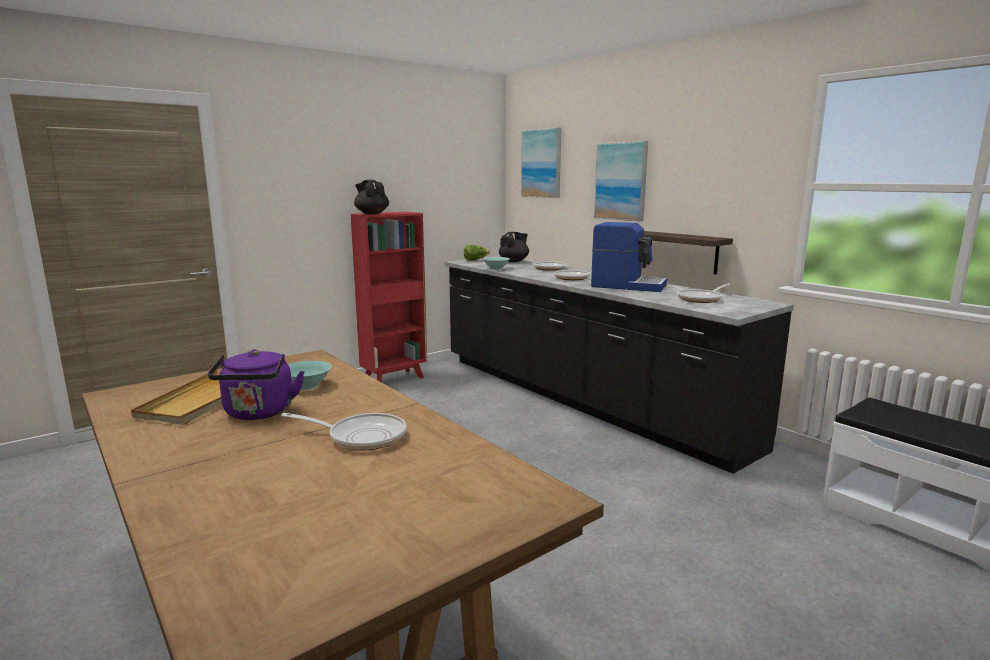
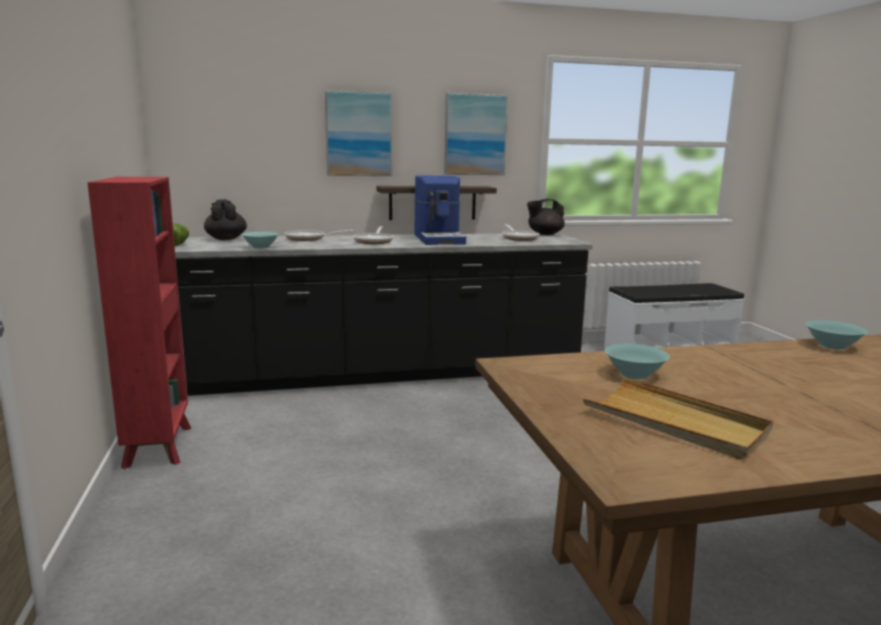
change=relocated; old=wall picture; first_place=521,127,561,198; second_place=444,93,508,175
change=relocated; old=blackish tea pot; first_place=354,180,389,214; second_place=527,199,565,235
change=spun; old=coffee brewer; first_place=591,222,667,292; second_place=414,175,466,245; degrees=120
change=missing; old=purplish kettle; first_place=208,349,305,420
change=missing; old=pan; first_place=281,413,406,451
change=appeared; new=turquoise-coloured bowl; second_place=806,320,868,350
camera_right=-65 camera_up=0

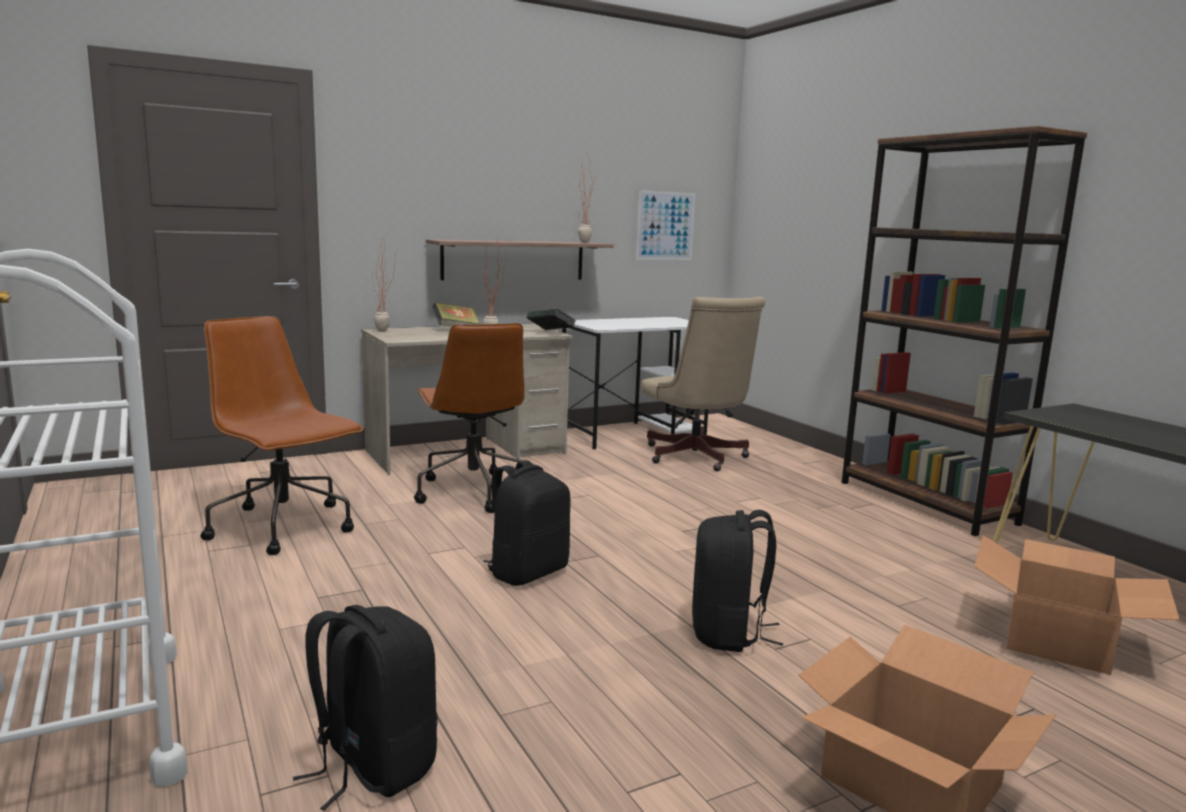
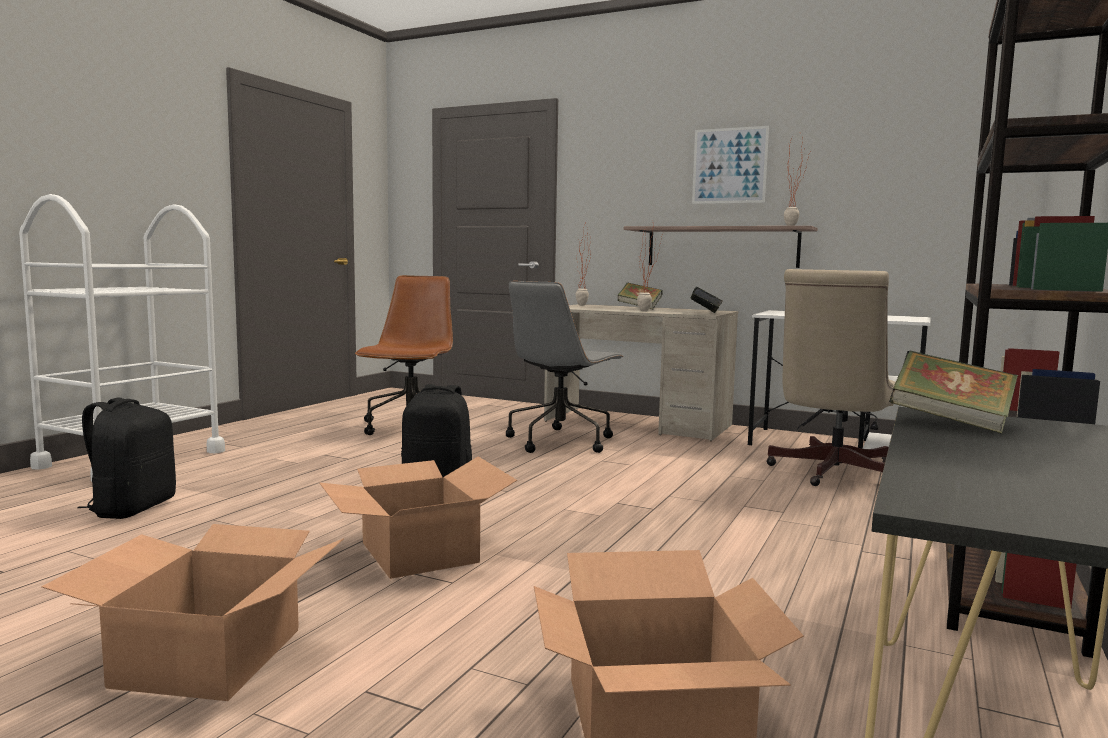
change=relocated; old=wall picture; first_place=636,190,695,260; second_place=692,126,769,204
change=colour; old=brown desk chair; new=gray desk chair; first_place=414,323,534,513; second_place=506,281,623,453
change=exchanged; old=blackish knapsack; new=carton; first_place=692,510,783,652; second_place=319,456,517,579
change=appeared; new=bound book; second_place=889,351,1018,434
camera_right=55 camera_up=-5

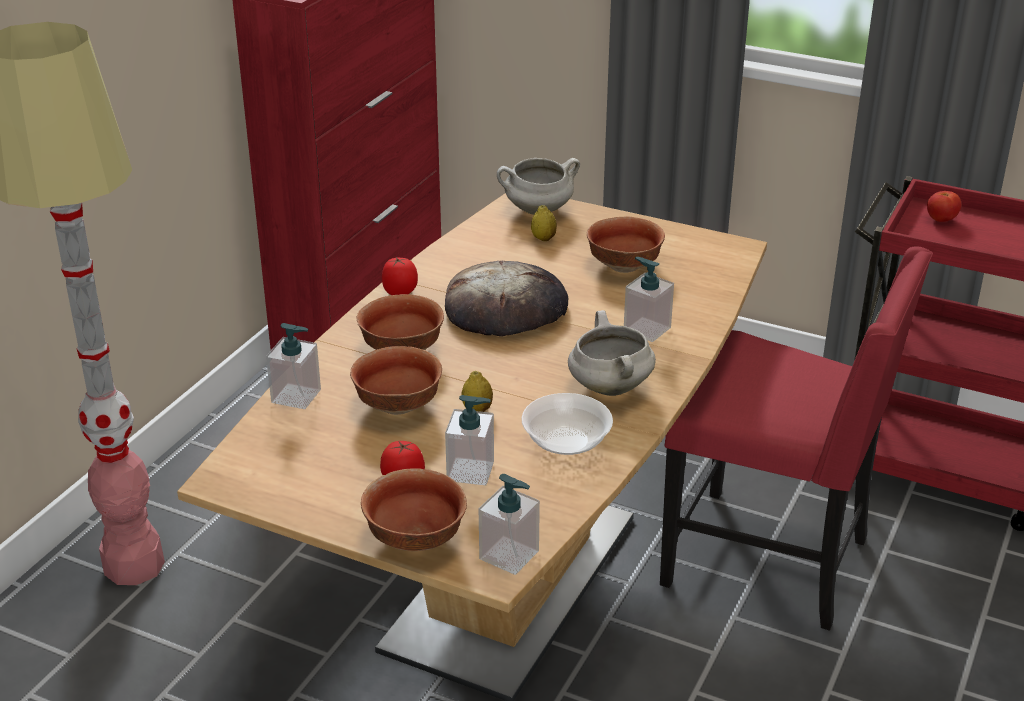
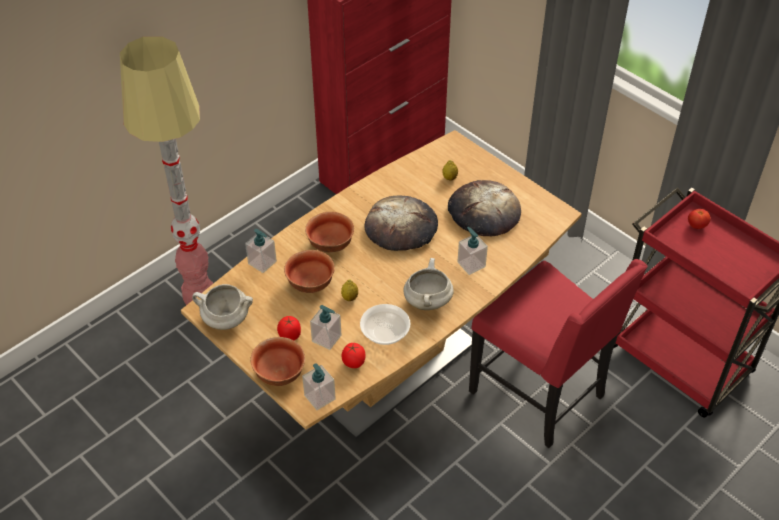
change=relocated; old=whitish saucepot; first_place=497,158,580,215; second_place=192,284,253,330
change=exchanged; old=bowl; new=bakery bread; first_place=587,217,665,273; second_place=448,180,521,236
change=relocated; old=fresh tomato; first_place=382,257,418,295; second_place=342,343,366,368
camera_right=20 camera_up=15

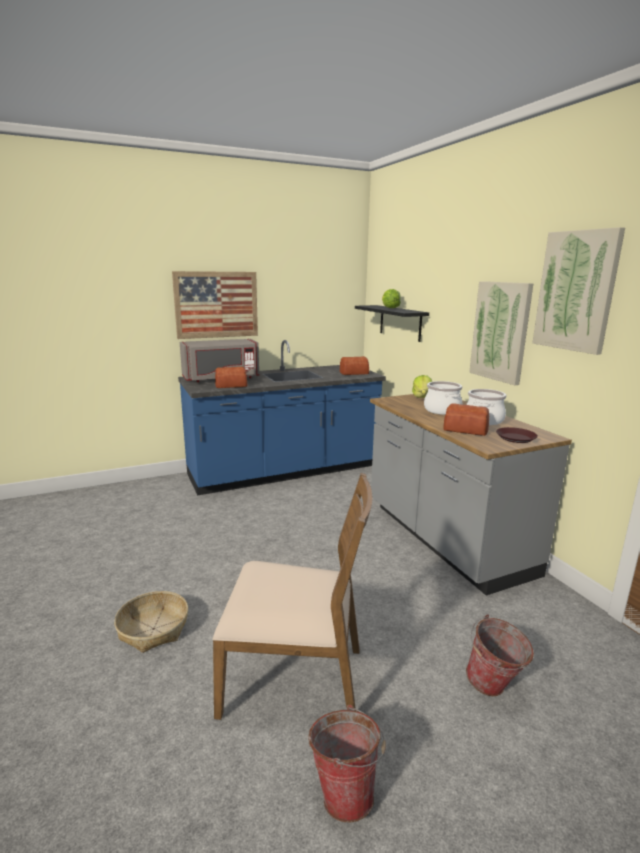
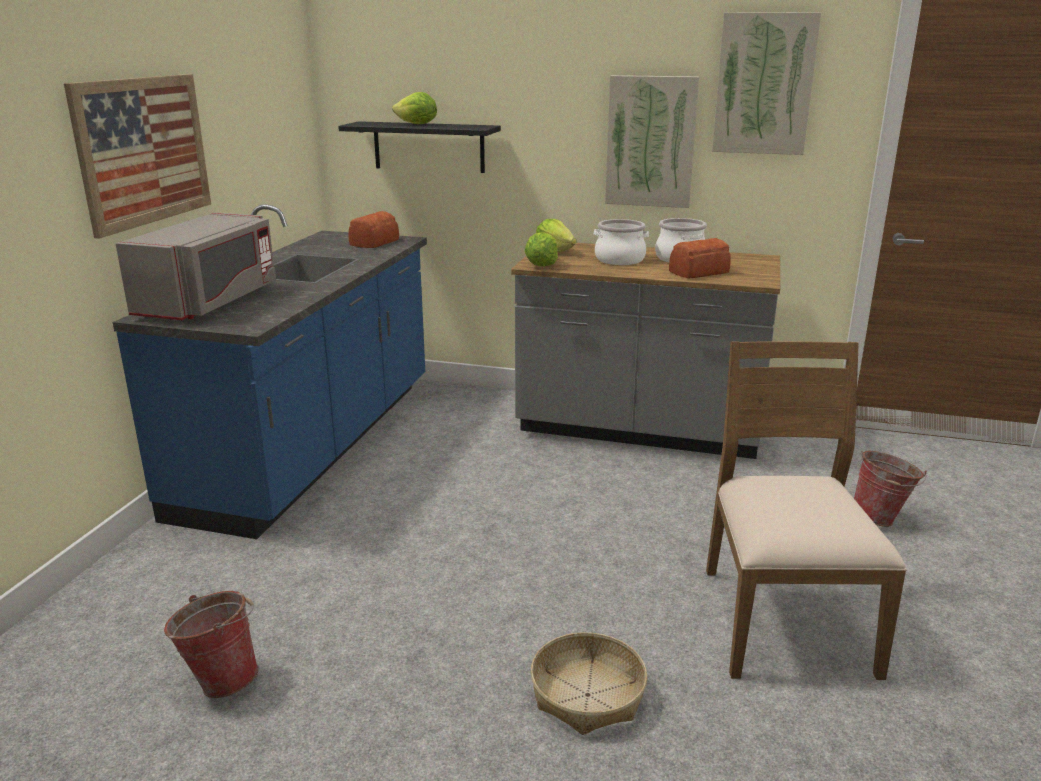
change=missing; old=bakery bread; first_place=215,366,248,388
change=missing; old=brown dinner plate; first_place=496,427,538,443
change=spun; old=brown plain chair; first_place=213,473,373,720; second_place=706,341,907,680; degrees=-45
change=relocated; old=pail; first_place=308,705,386,822; second_place=164,591,259,698
change=appeared; new=lettuce; second_place=525,232,558,266
camera_right=-50 camera_up=5

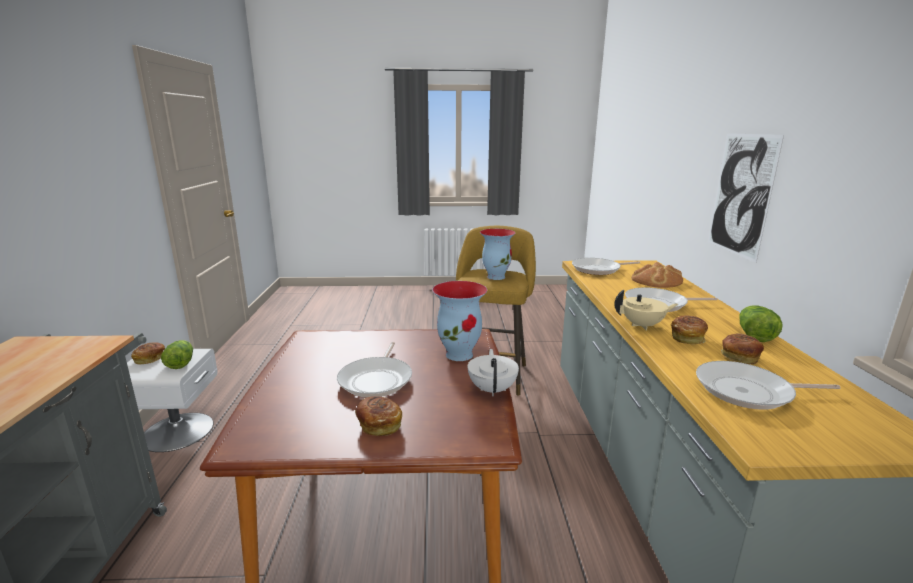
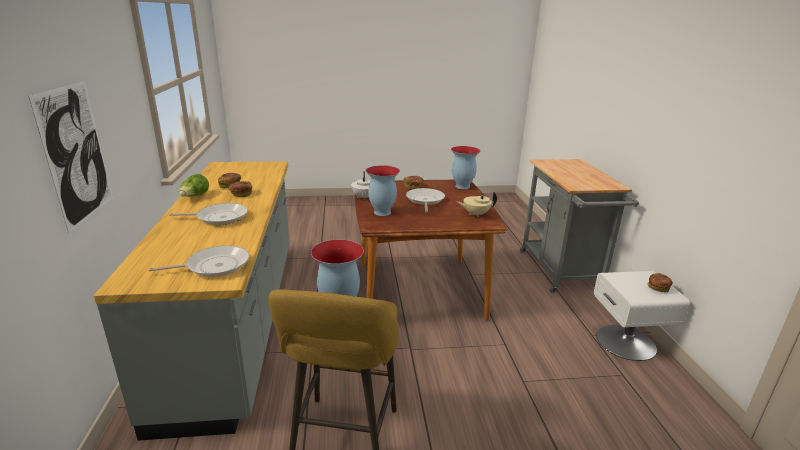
change=missing; old=bakery bread; first_place=632,262,683,288
change=relocated; old=sand-coloured tea pot; first_place=614,290,678,330; second_place=456,192,497,217
change=missing; old=lettuce; first_place=161,340,193,369
change=missing; old=pan; first_place=696,361,840,410
change=appeared; new=flower vase; second_place=451,146,481,189
camera_right=175 camera_up=5

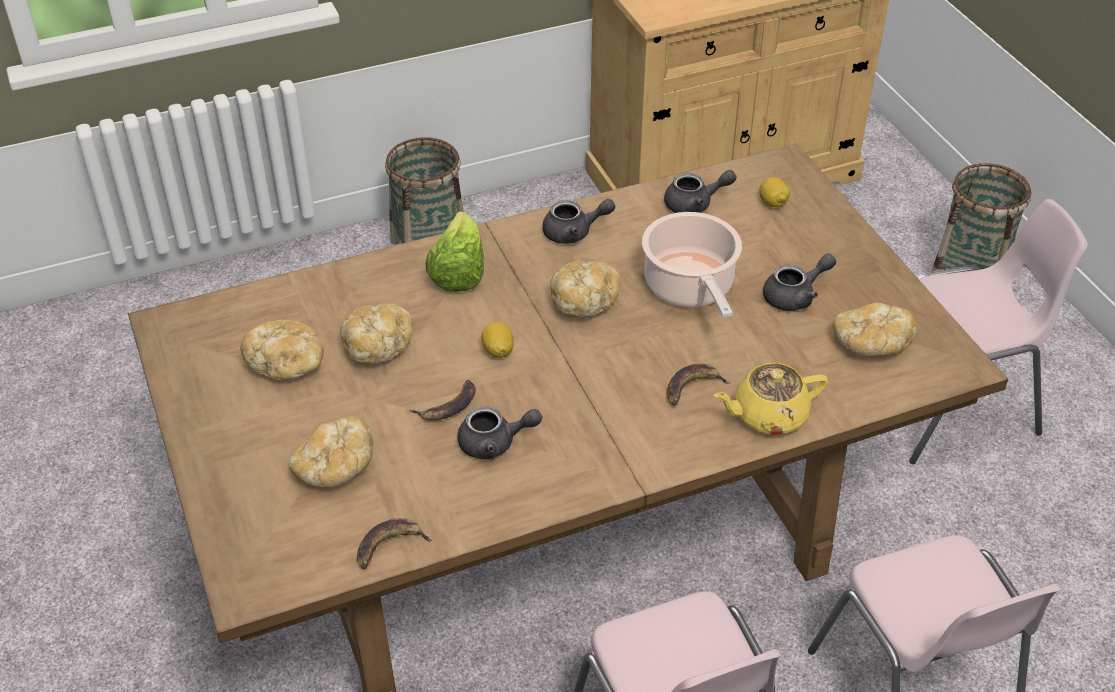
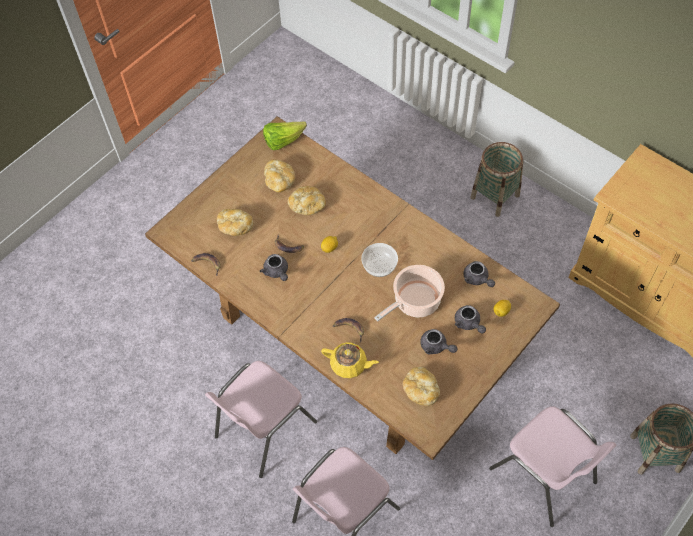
change=relocated; old=gray tea pot; first_place=542,199,616,244; second_place=455,305,486,334
change=relocated; old=lettuce; first_place=425,212,484,292; second_place=263,121,307,150
change=exchanged; old=bakery bread; new=bowl; first_place=550,261,620,318; second_place=361,243,398,277
change=spun; old=yellow tea pot; first_place=713,363,828,435; second_place=321,342,379,378; degrees=150
camera_right=65 camera_up=15

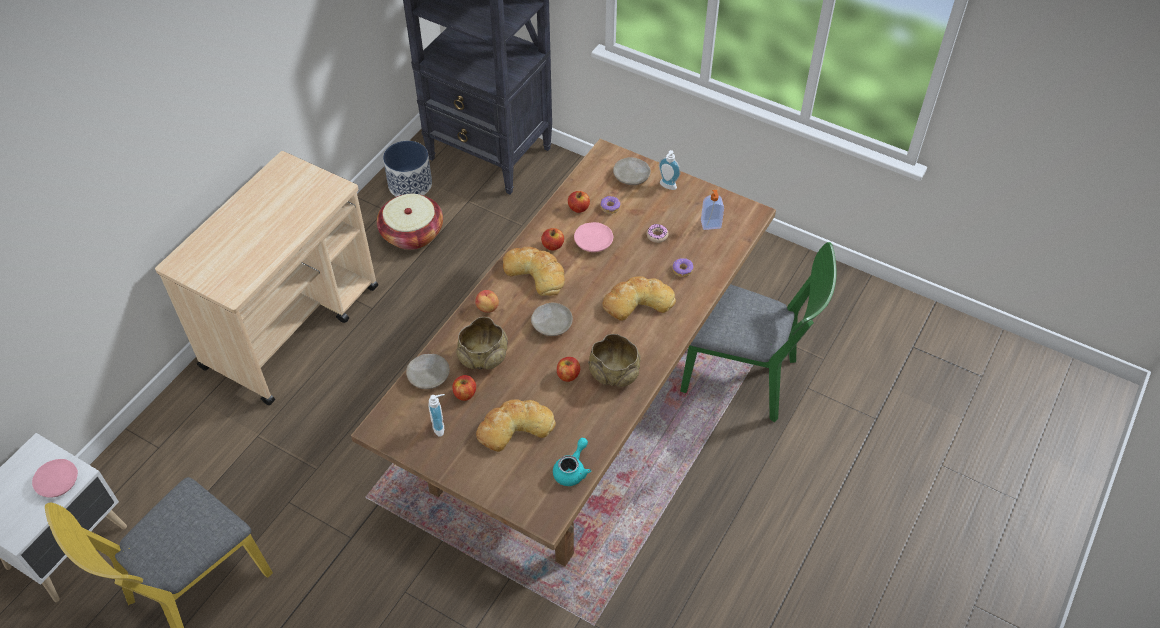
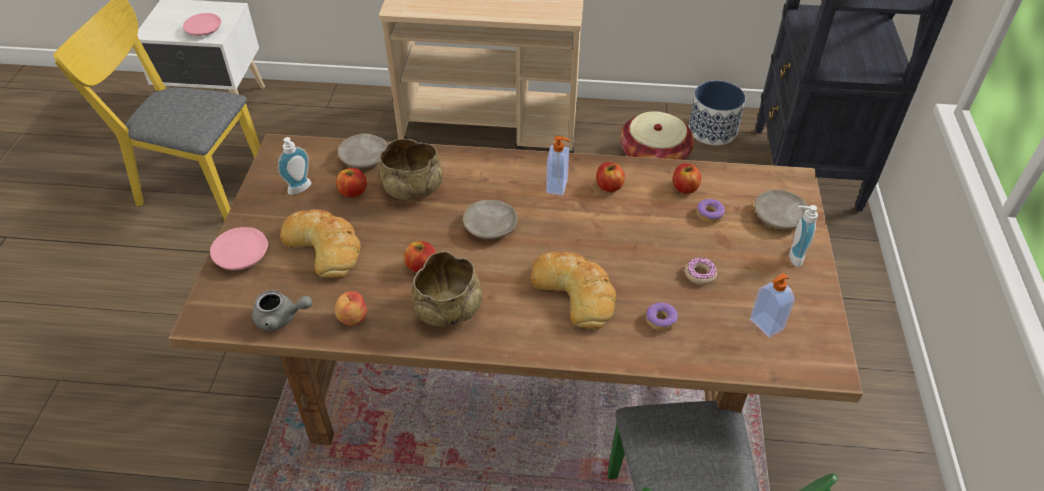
change=relocated; old=pinkish dinner plate; first_place=574,222,613,252; second_place=210,227,268,270
change=exchanged; old=bakery bread; new=soap bottle; first_place=503,247,565,296; second_place=546,136,570,196
change=relocated; old=apple; first_place=475,290,499,313; second_place=335,291,367,326
change=colour; old=turquoise-coloured tea pot; new=gray tea pot; first_place=553,438,591,486; second_place=252,290,312,331
camera_right=65 camera_up=-5

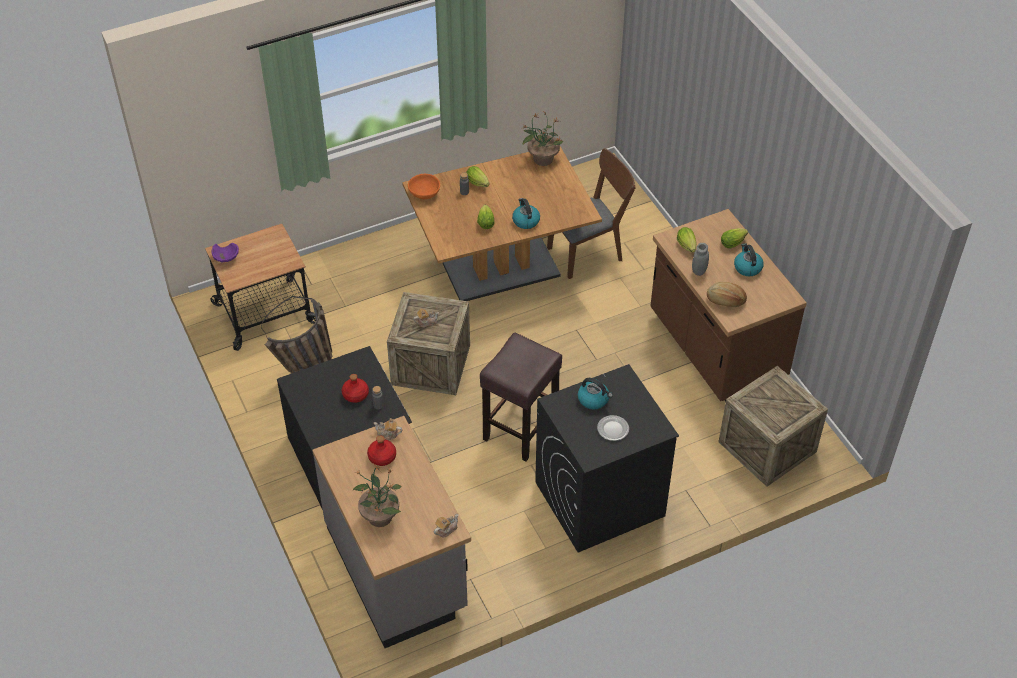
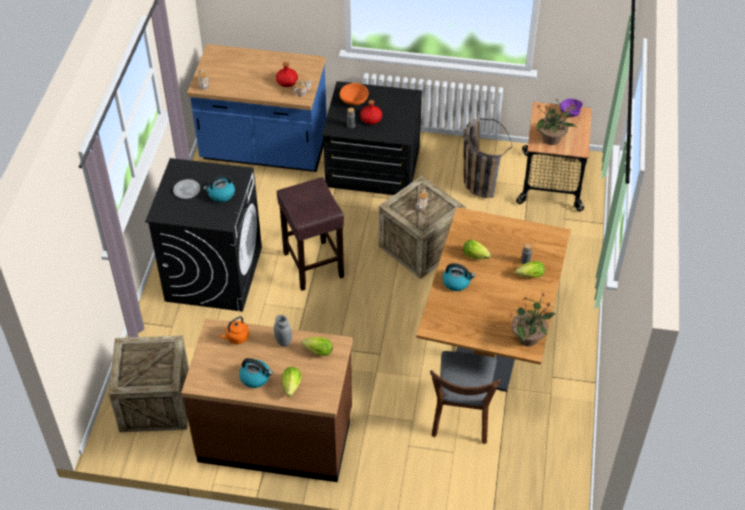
change=relocated; old=orangey bowl; first_place=408,174,440,199; second_place=340,83,369,105
change=exchanged; old=bakery bread; new=orangey kettle; first_place=707,282,747,307; second_place=220,316,249,344
change=colour; old=gray counter; new=blue counter; first_place=312,416,471,648; second_place=187,44,327,172
change=relocated; old=houseplant; first_place=353,466,402,527; second_place=536,98,577,145
camera_right=125 camera_up=0

